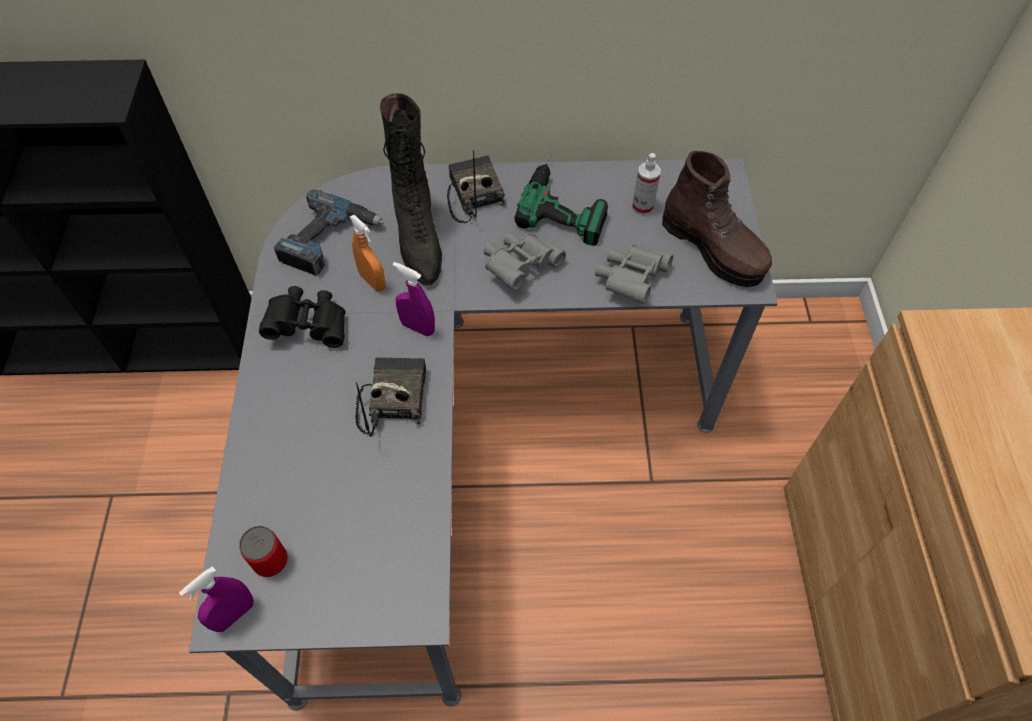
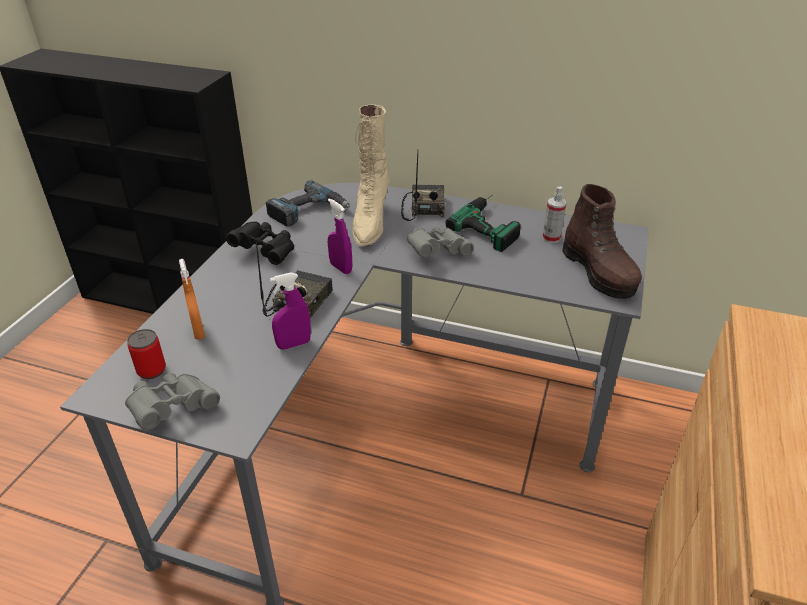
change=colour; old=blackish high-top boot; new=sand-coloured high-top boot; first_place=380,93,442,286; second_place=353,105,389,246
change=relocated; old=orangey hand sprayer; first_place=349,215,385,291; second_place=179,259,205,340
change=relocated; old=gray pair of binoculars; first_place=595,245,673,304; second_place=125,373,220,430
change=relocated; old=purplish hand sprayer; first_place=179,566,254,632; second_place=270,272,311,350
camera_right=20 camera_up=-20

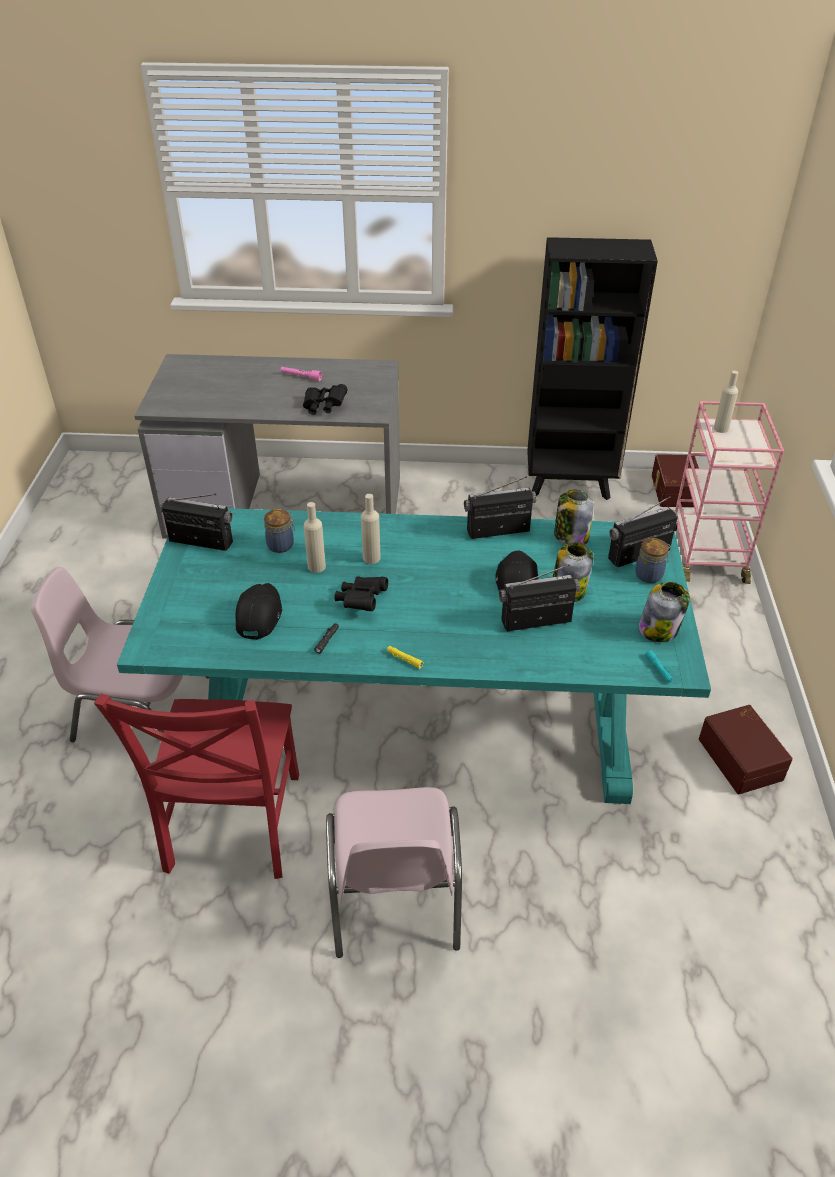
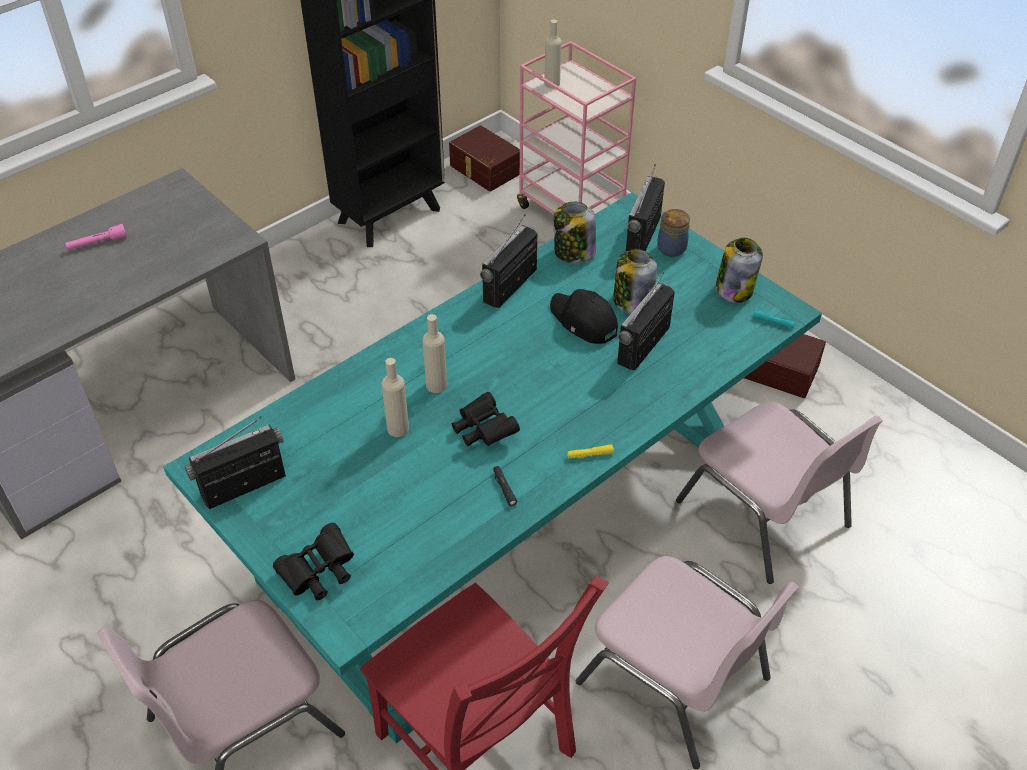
change=relocated; old=blackish pair of binoculars; first_place=303,384,348,415; second_place=273,523,354,600
change=missing; old=storage jar; first_place=264,509,295,553
change=missing; old=blackish baseball cap; first_place=236,583,282,640
change=appeared; new=pinkish plain chair; second_place=676,401,883,584
camera_right=-45 camera_up=5

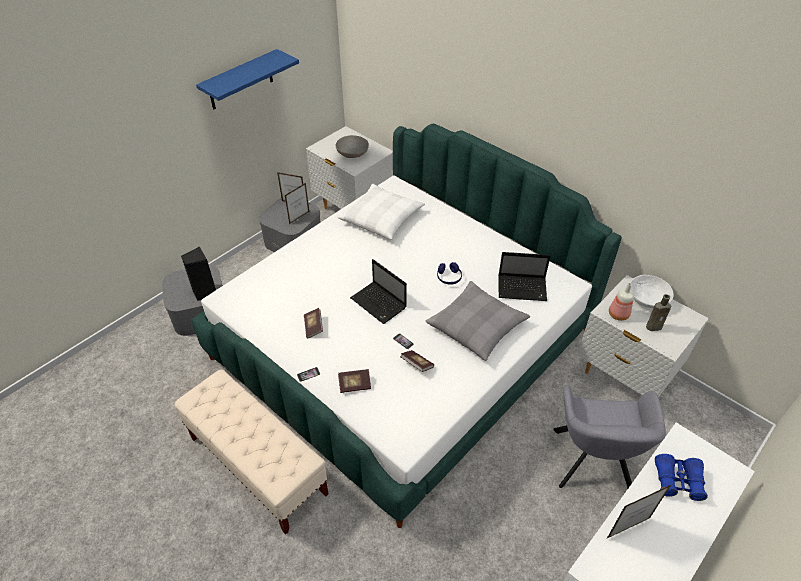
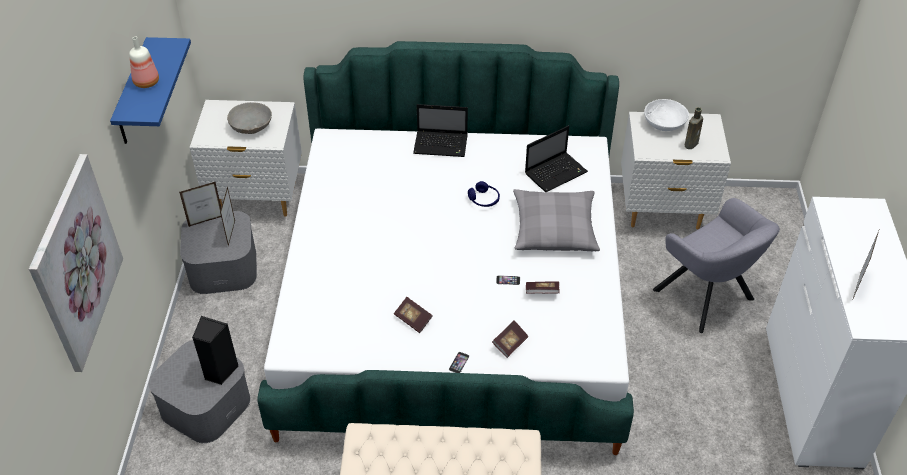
change=missing; old=whitish pillow; first_place=338,184,425,240
change=relocated; old=laptop; first_place=350,259,407,324; second_place=413,104,468,157
change=relocated; old=drink bottle; first_place=609,283,634,321; second_place=129,37,159,88
change=missing; old=blue pair of binoculars; first_place=655,454,708,501
change=appeared; new=wall picture; second_place=29,154,123,372
camera_right=-40 camera_up=0

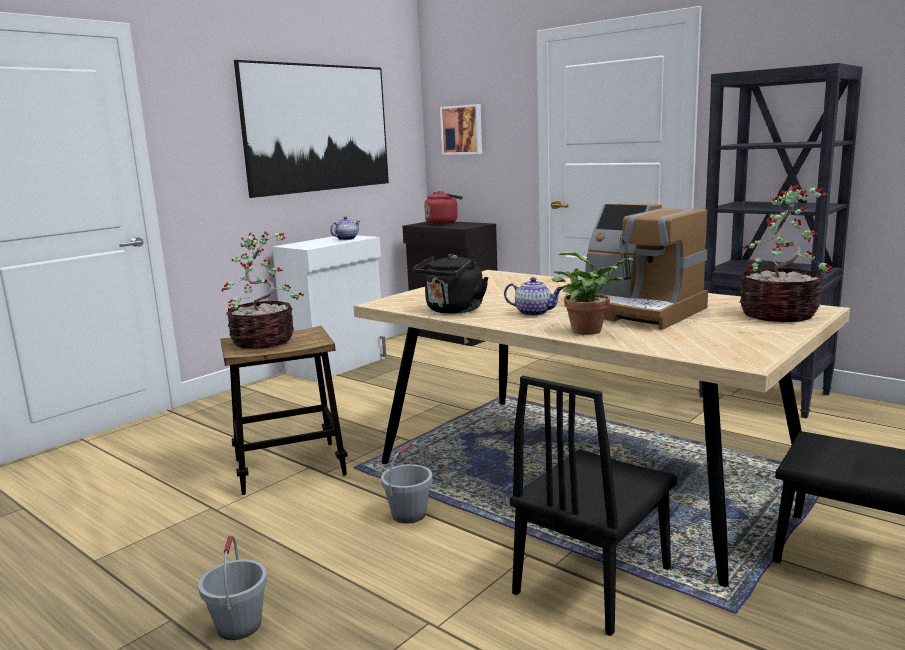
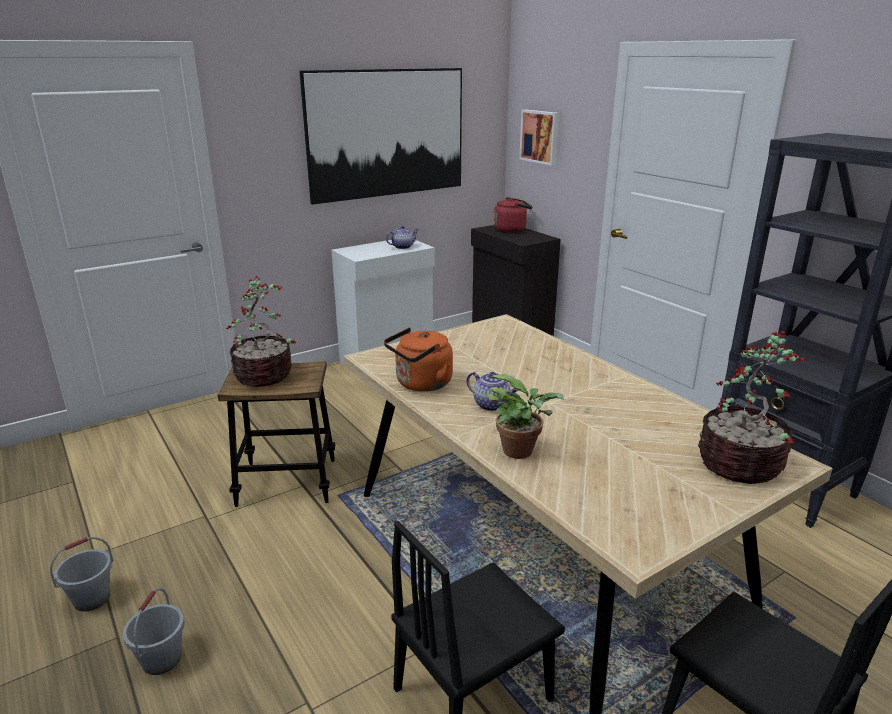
change=missing; old=coffee brewer; first_place=585,203,708,330
change=colour; old=blackish kettle; new=orangey kettle; first_place=413,254,489,314; second_place=384,328,453,392
change=relocated; old=gray pail; first_place=381,443,433,524; second_place=50,537,113,612
camera_right=15 camera_up=10

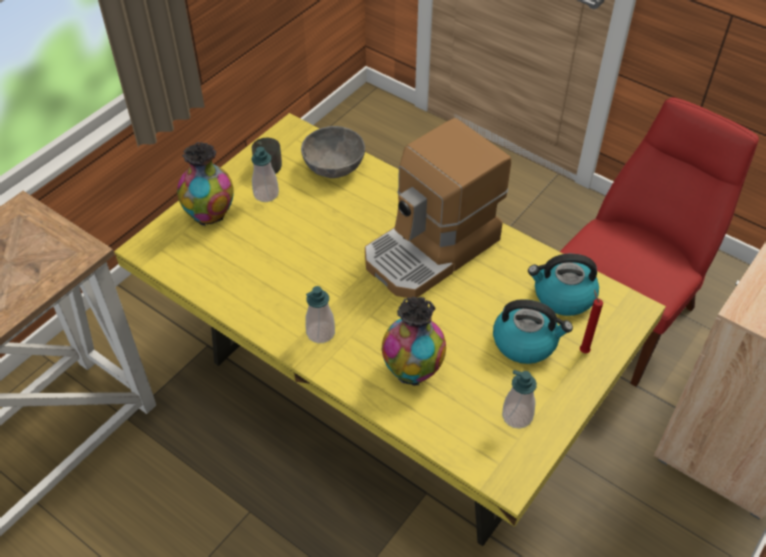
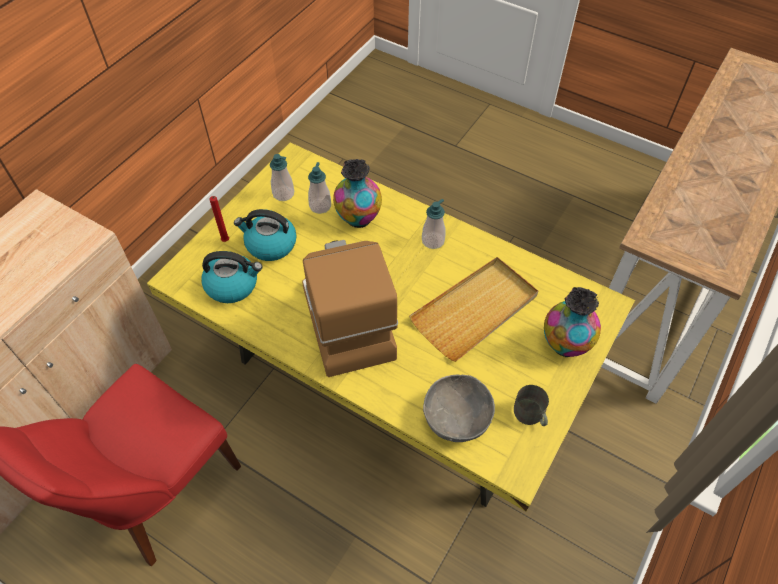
change=spun; old=coffee brewer; first_place=365,118,511,298; second_place=302,240,398,377; degrees=-60
change=relocated; old=soap bottle; first_place=251,147,279,202; second_place=308,162,331,214
change=appeared; new=sand-coloured tray; second_place=409,257,538,362
camera_right=175 camera_up=5

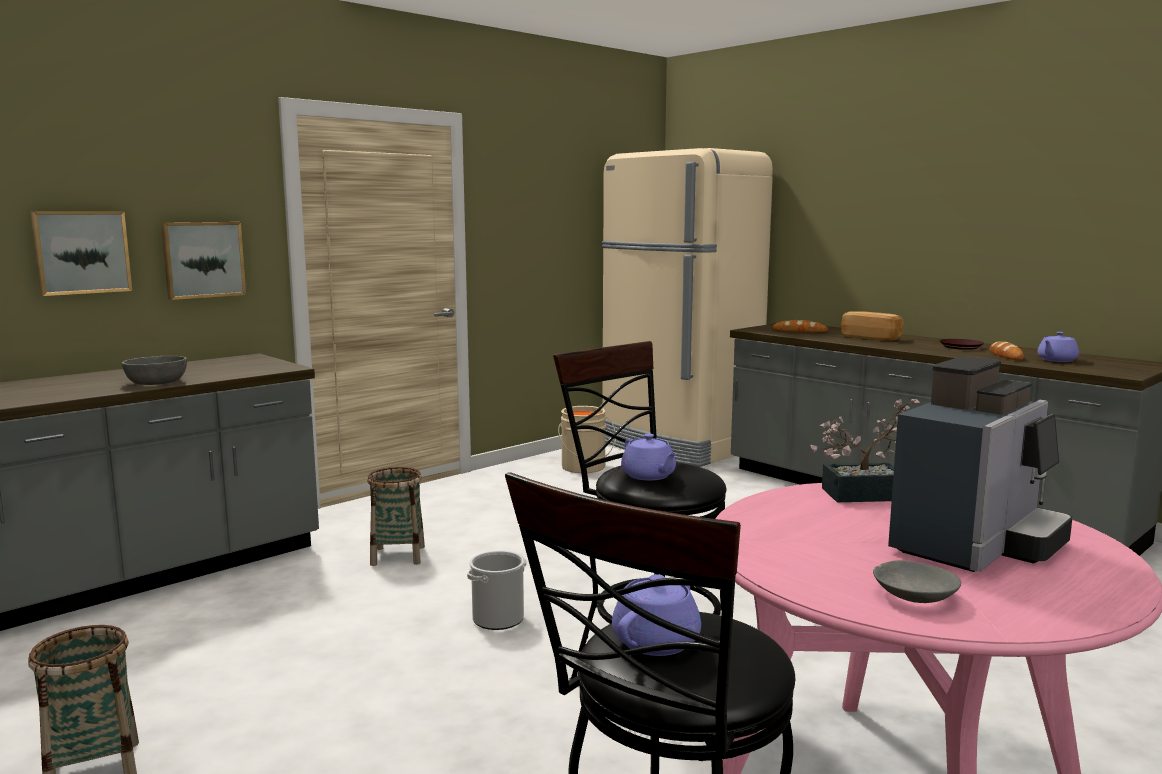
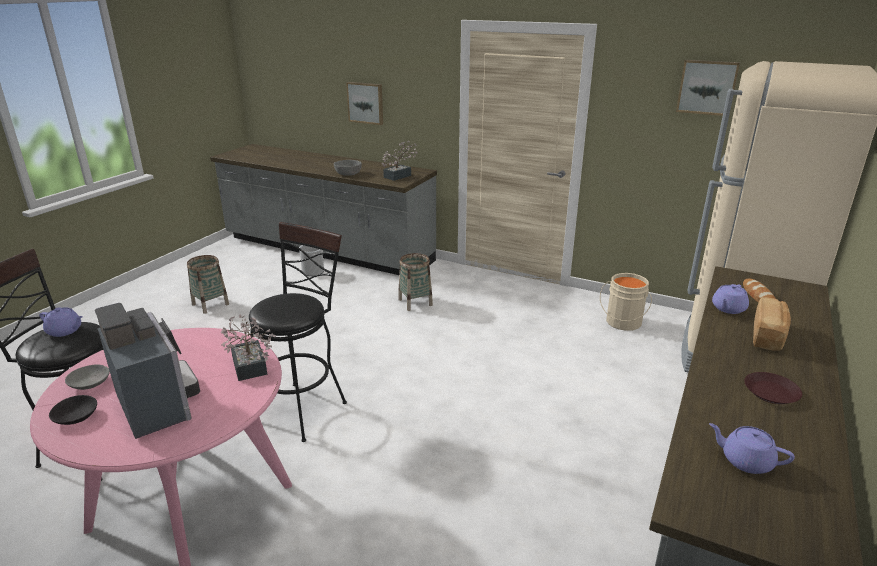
change=relocated; old=wall picture; first_place=161,222,246,300; second_place=676,60,740,116
change=missing; old=bakery bread; first_place=990,341,1024,360
change=spun; old=coffee brewer; first_place=888,356,1072,572; second_place=95,303,200,439; degrees=-150
change=relocated; old=purplish tea pot; first_place=621,434,677,481; second_place=712,284,749,314
change=relocated; old=pail; first_place=467,550,526,630; second_place=299,245,324,276
change=appeared; new=houseplant; second_place=382,141,417,181
change=appeared; new=blackish bowl; second_place=49,395,97,425
camera_right=70 camera_up=15

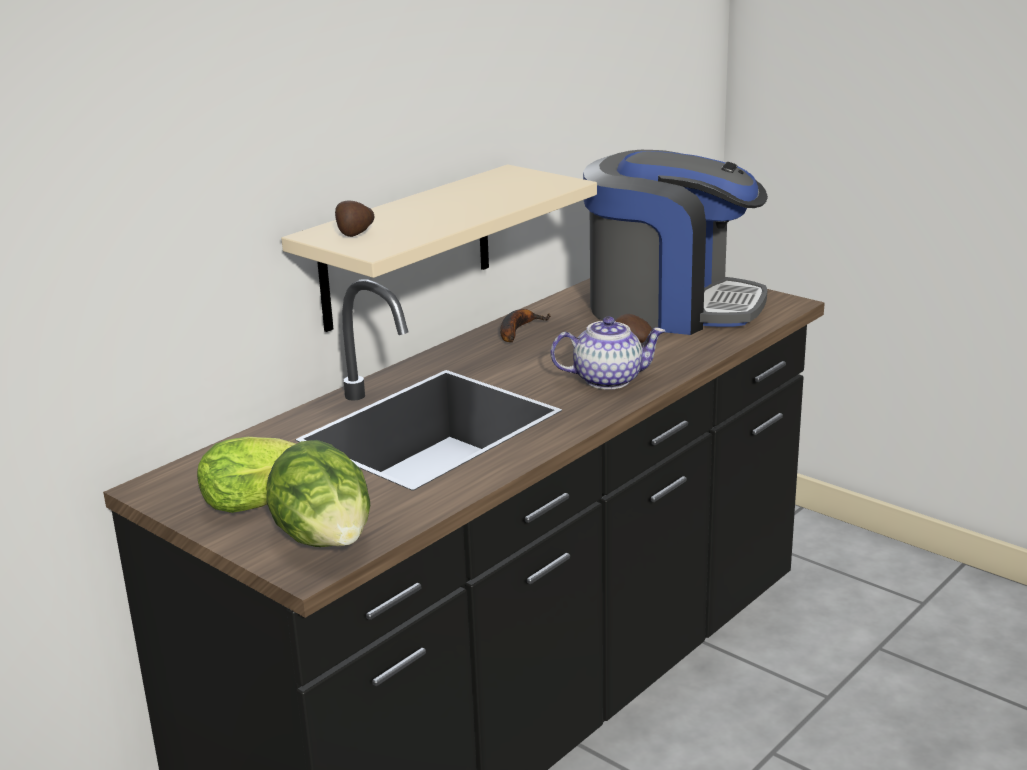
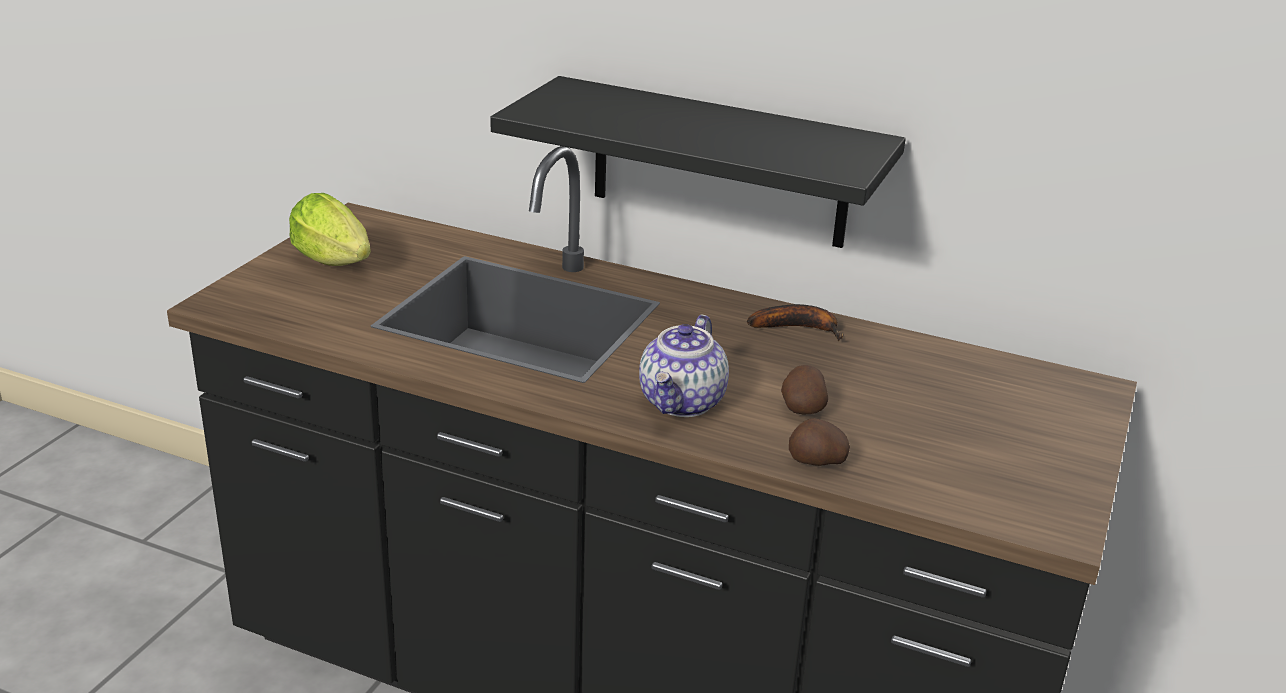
change=missing; old=coffee brewer; first_place=583,150,768,335
change=colour; old=sand-coloured bracket shelf; new=blackish bracket shelf; first_place=281,165,597,332; second_place=490,76,906,248
change=relocated; old=whole potato; first_place=335,200,375,237; second_place=789,418,850,466
change=spun; old=tea pot; first_place=550,317,666,390; second_place=639,315,729,417; degrees=45
change=missing; old=lettuce; first_place=266,440,370,547
camera_right=70 camera_up=5

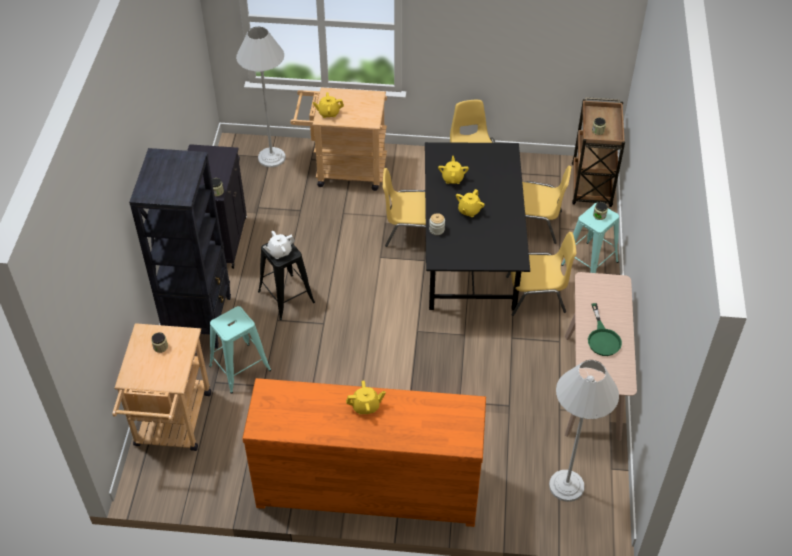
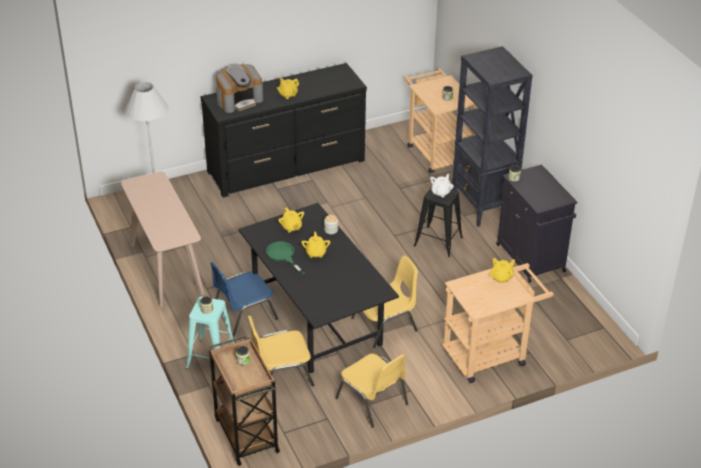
change=missing; old=whitish standard lamp; first_place=236,27,286,167
change=relocated; old=yellow tea pot; first_place=438,156,469,184; second_place=278,208,304,233
change=colour; old=yellow plain chair; new=blue plain chair; first_place=506,232,576,316; second_place=210,262,278,337
change=relocated; old=green-coloured pan; first_place=588,303,622,356; second_place=266,241,305,275
change=missing; old=turquoise-coloured stool; first_place=209,306,271,394
change=colour; old=orangey dresser; new=blackish dresser; first_place=242,378,486,527; second_place=201,63,367,197
change=appeared; new=coffee brewer; second_place=216,64,263,113
camera_right=150 camera_up=-10

